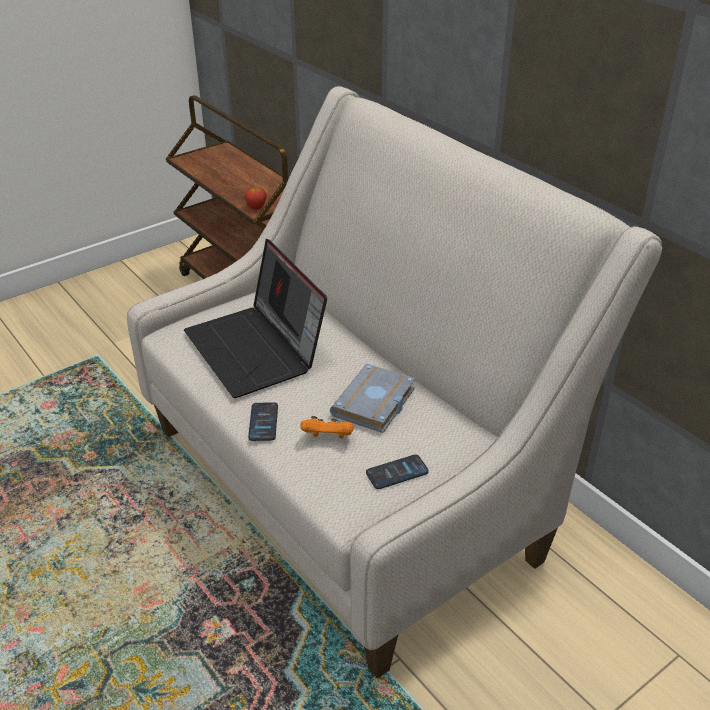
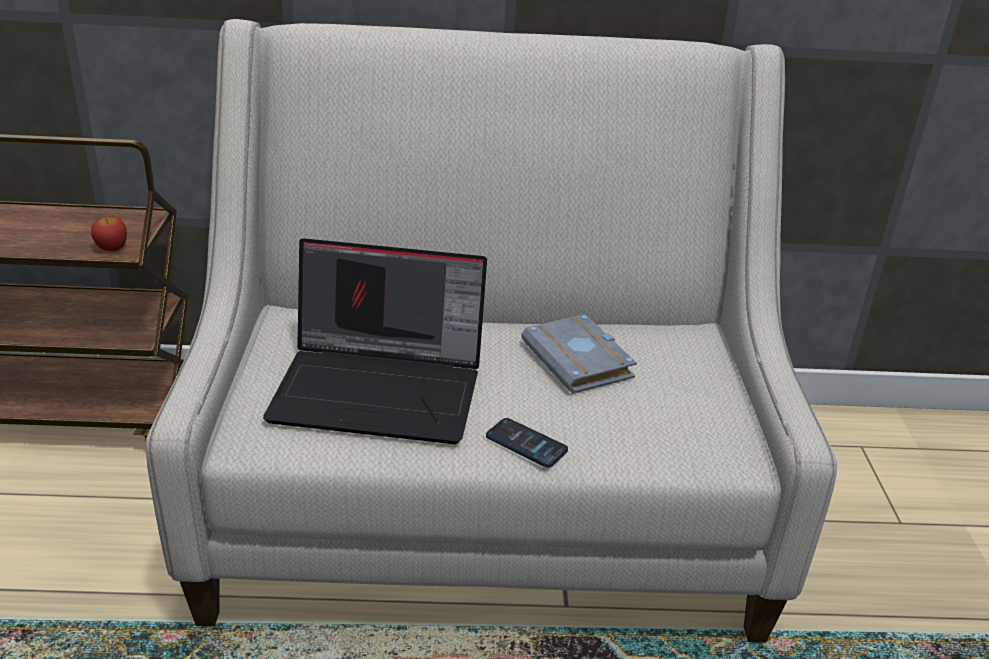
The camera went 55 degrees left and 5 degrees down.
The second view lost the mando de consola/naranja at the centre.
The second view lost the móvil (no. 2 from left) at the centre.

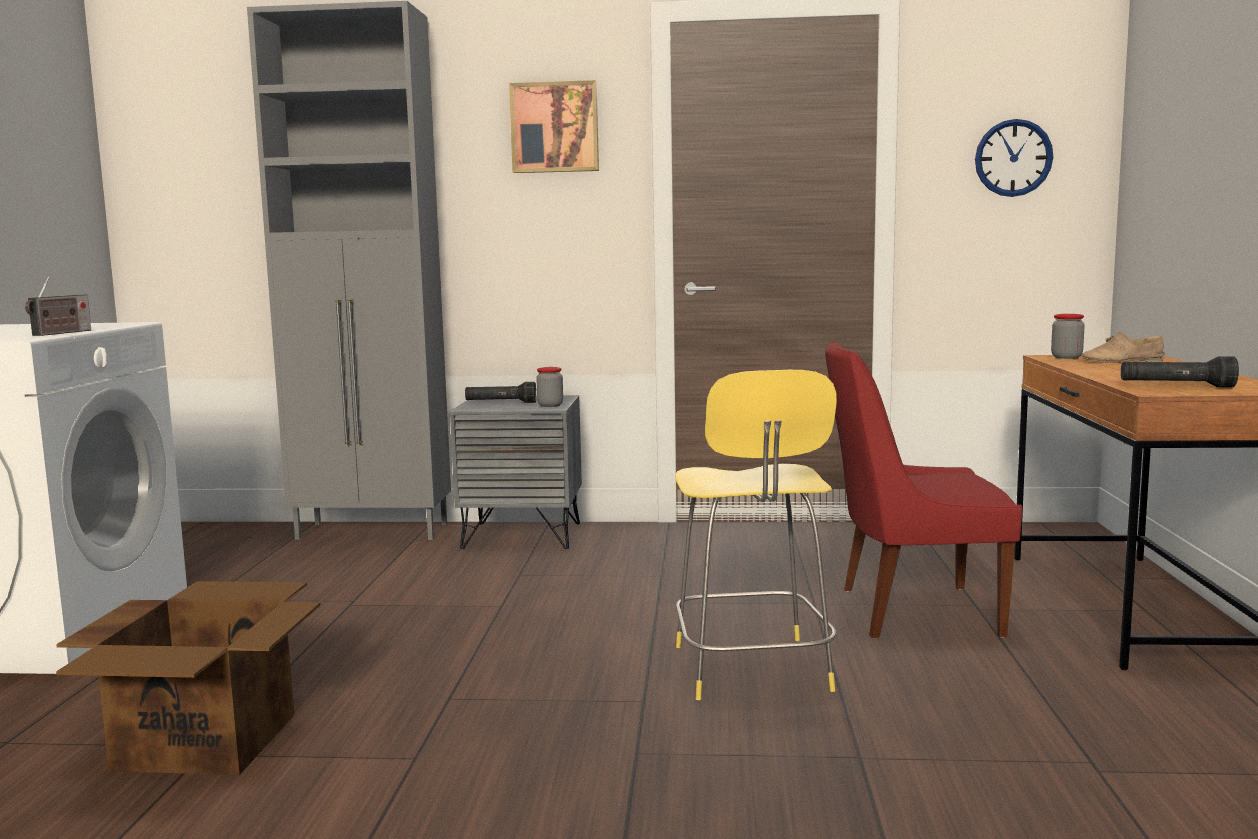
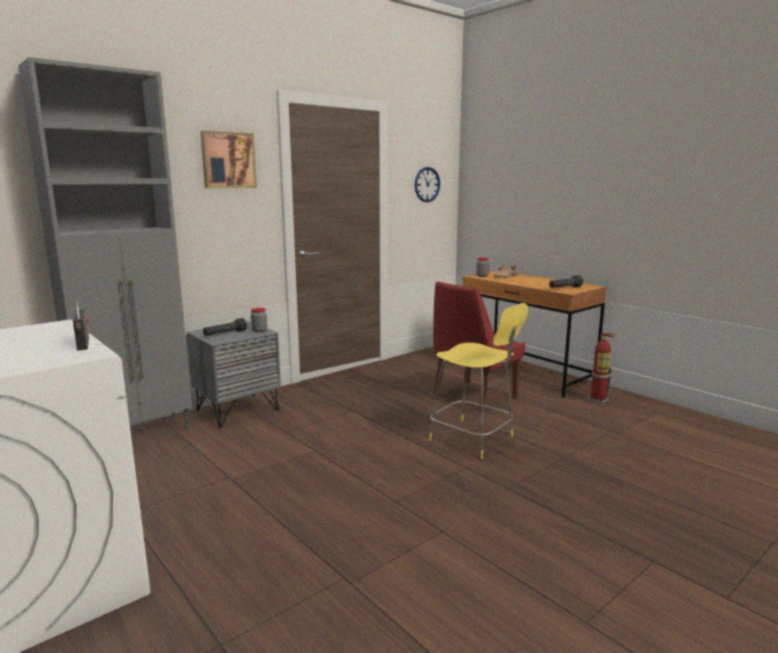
The camera went 45 degrees left and 5 degrees up.
The second view lost the caja de cartón at the bottom left.
The second view gained the extintor at the middle right.

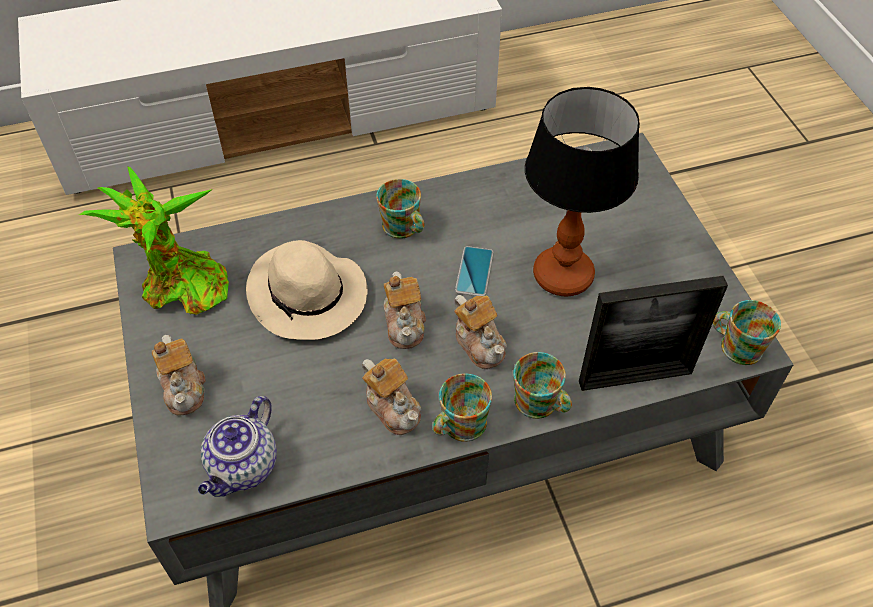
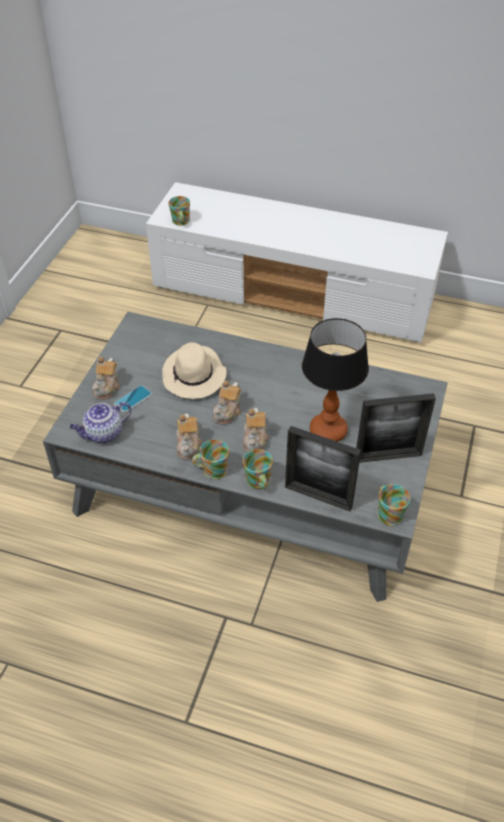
The camera went 35 degrees right and 5 degrees down.
The second view lost the planta en maceta at the middle left.
The taza grande (no. 1 from left) ended up elsewhere, having gone from the centre to the top centre.
The móvil ended up elsewhere, having gone from the centre to the middle left.
The second view gained the portarretratos (no. 2 from left) at the middle right.

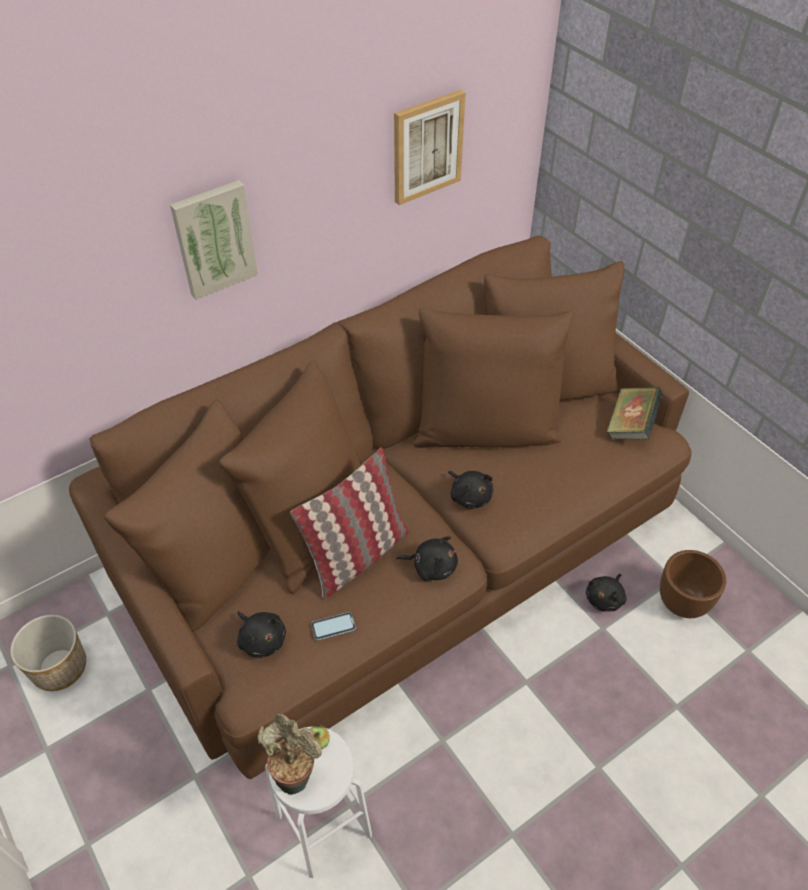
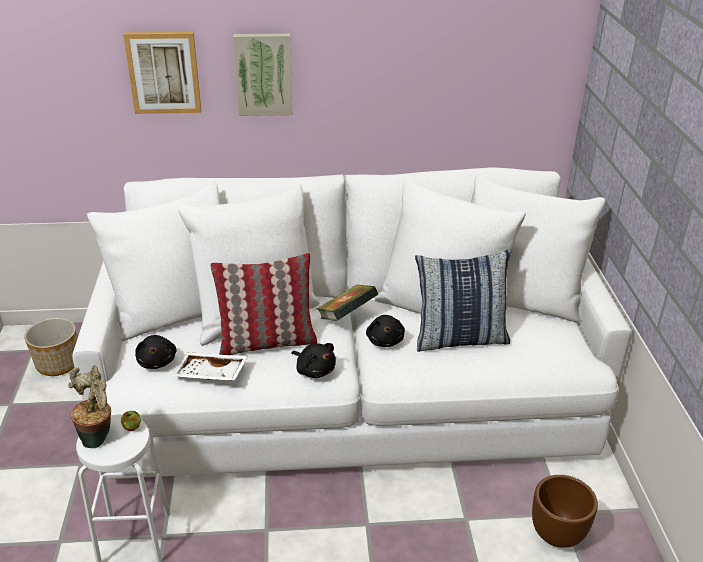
The camera went 30 degrees right and 15 degrees down.
The cuadro (no. 2 from left in the first image) ended up elsewhere, having gone from the top centre to the top left.
What was the sofá/marrón at the centre turned into the sofá/blanco at the centre.
The libro ended up elsewhere, having gone from the middle right to the centre.
The second view lost the peluche/negro (no. 4 from left) at the middle right.
Where the móvil stood at the bottom centre, the bandeja/blanco came to stand at the middle left.
The second view gained the cojín (no. 2 from left) at the centre.

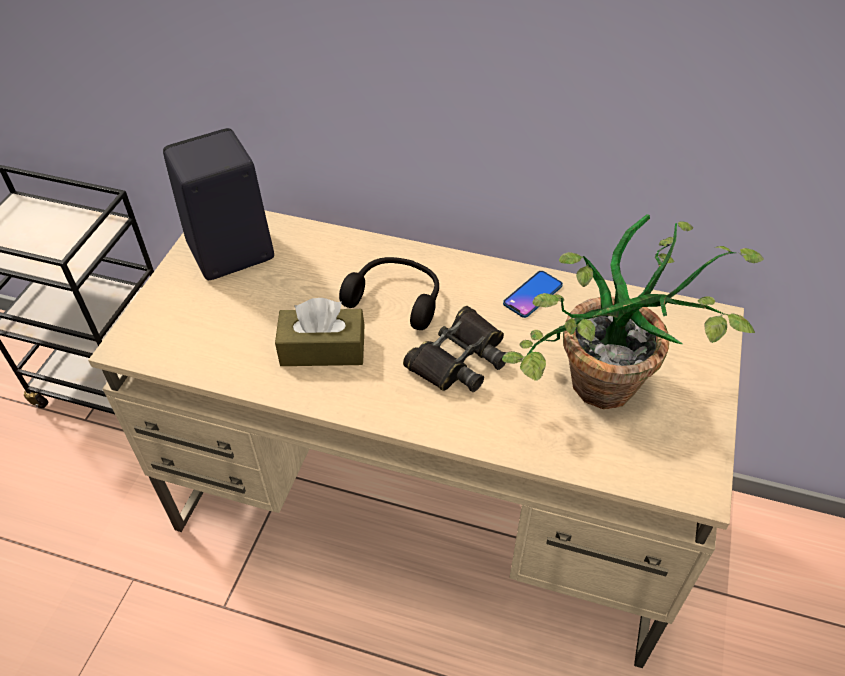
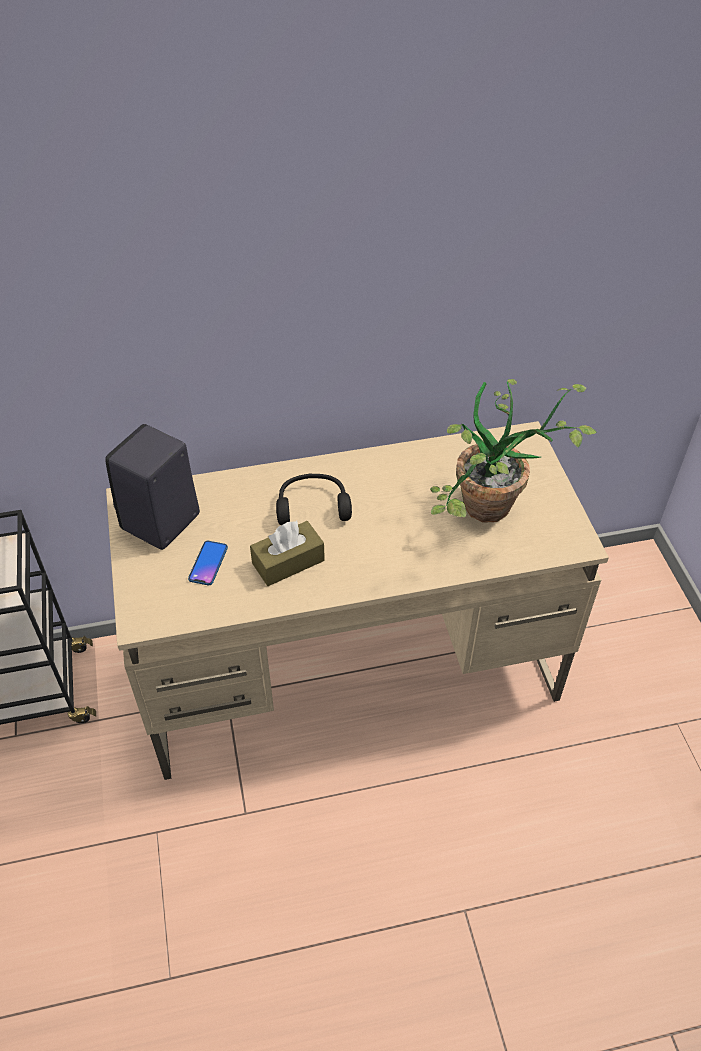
The camera went 30 degrees left and 0 degrees up.
The móvil ended up elsewhere, having gone from the centre to the middle left.
The second view lost the prismáticos/negro at the centre.

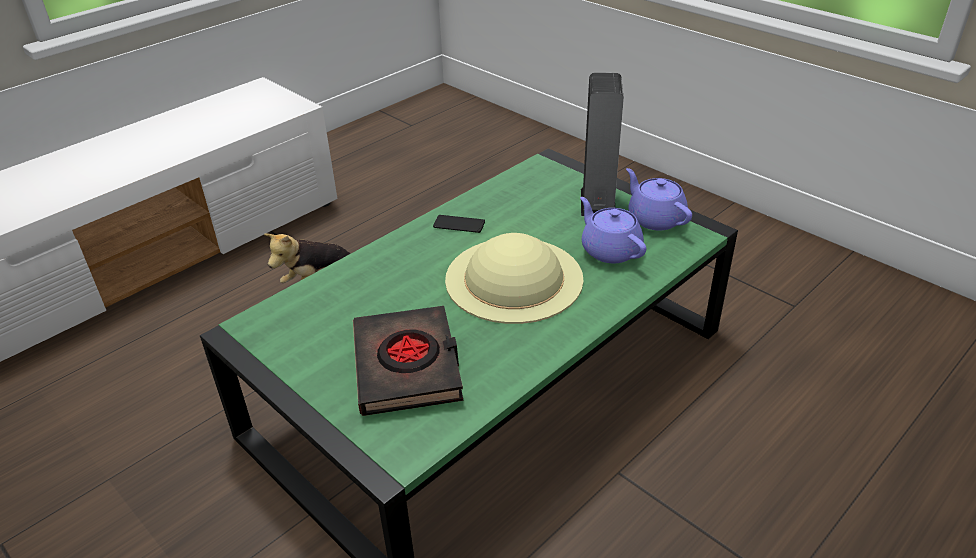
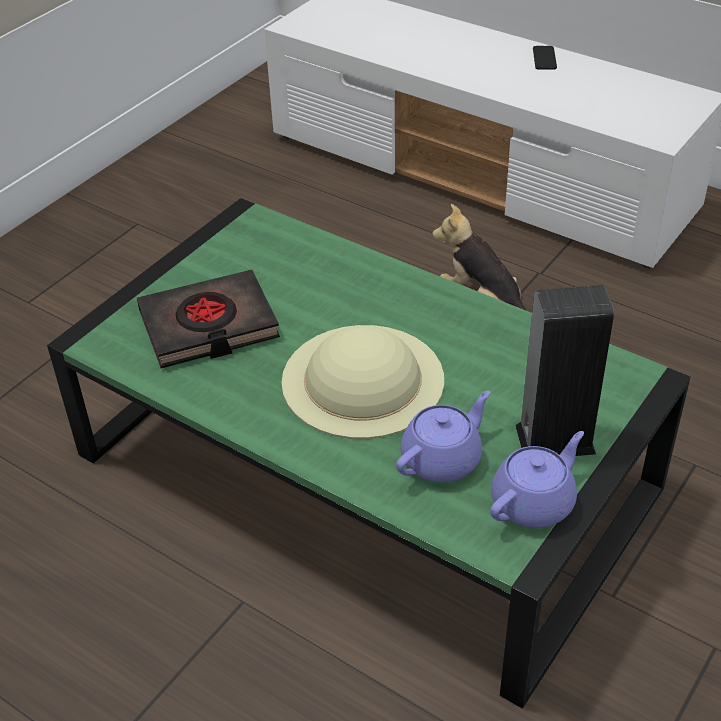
The camera went 80 degrees right and 5 degrees up.
The móvil ended up elsewhere, having gone from the centre to the top right.

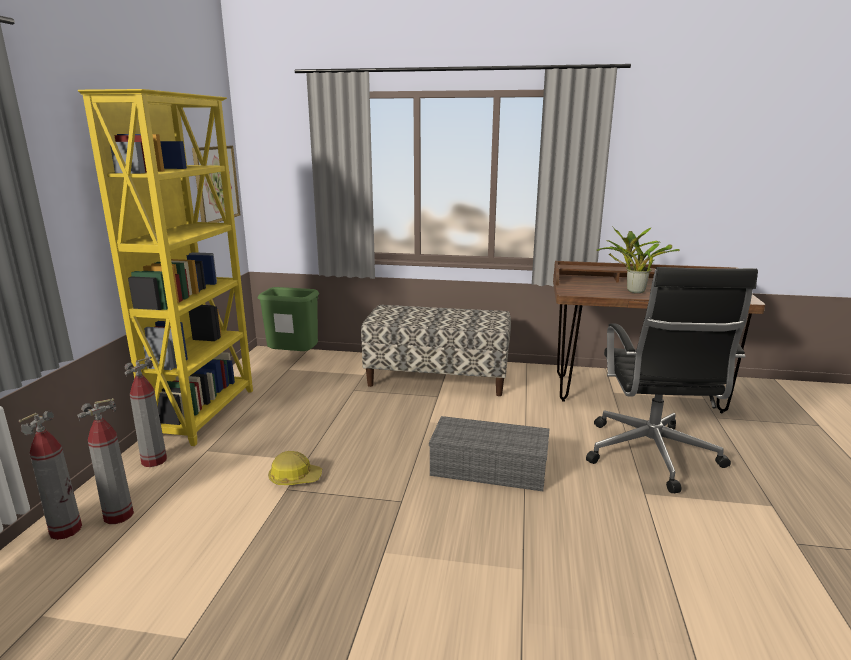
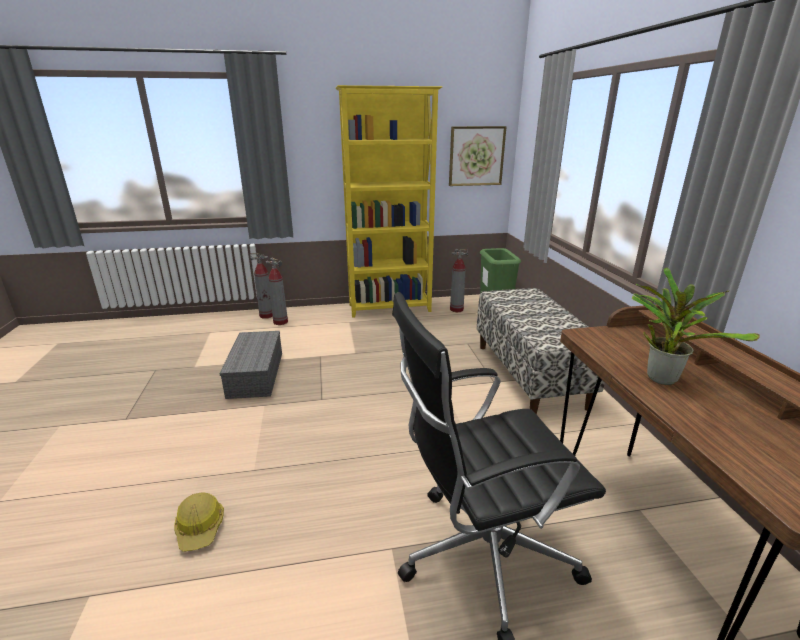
The camera went 70 degrees right and 5 degrees up.
The extintor (no. 3 from left) ended up elsewhere, having gone from the middle left to the centre.
The caja de almacenaje/gris ended up elsewhere, having gone from the bottom centre to the middle left.
The casco ended up elsewhere, having gone from the bottom centre to the bottom left.

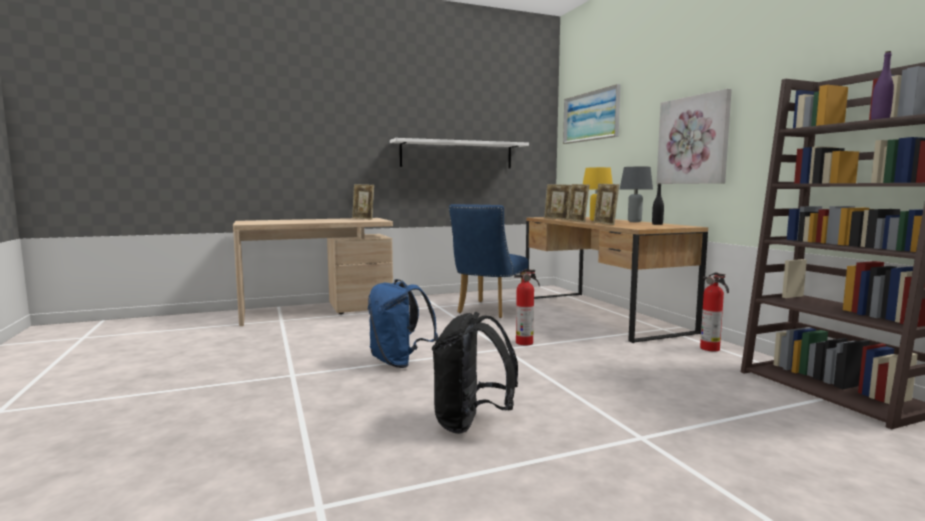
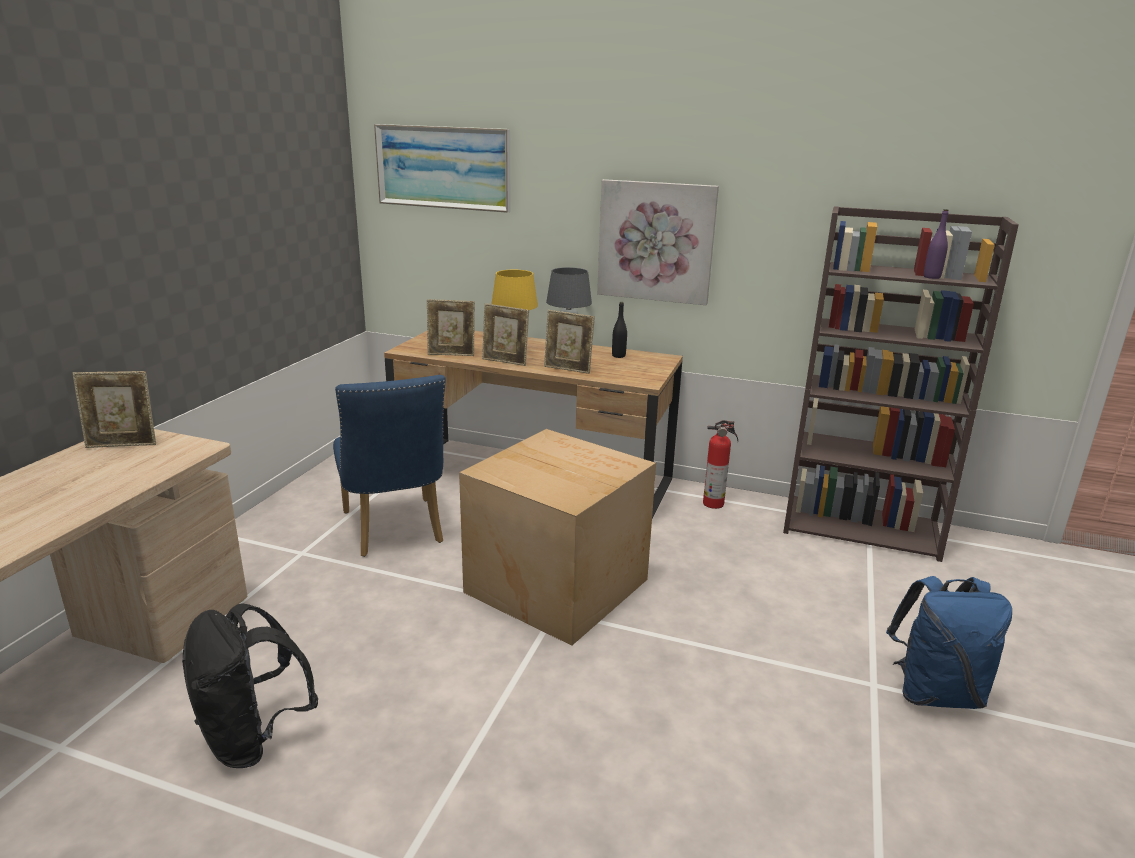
The camera went 50 degrees left and 15 degrees up.
The second view lost the estante/blanco at the top centre.
Where the extintor (no. 1 from left) stood at the centre, the caja de cartón came to stand at the centre.
The mochila/azul ended up elsewhere, having gone from the centre to the bottom right.
The mochila/negro ended up elsewhere, having gone from the bottom centre to the bottom left.

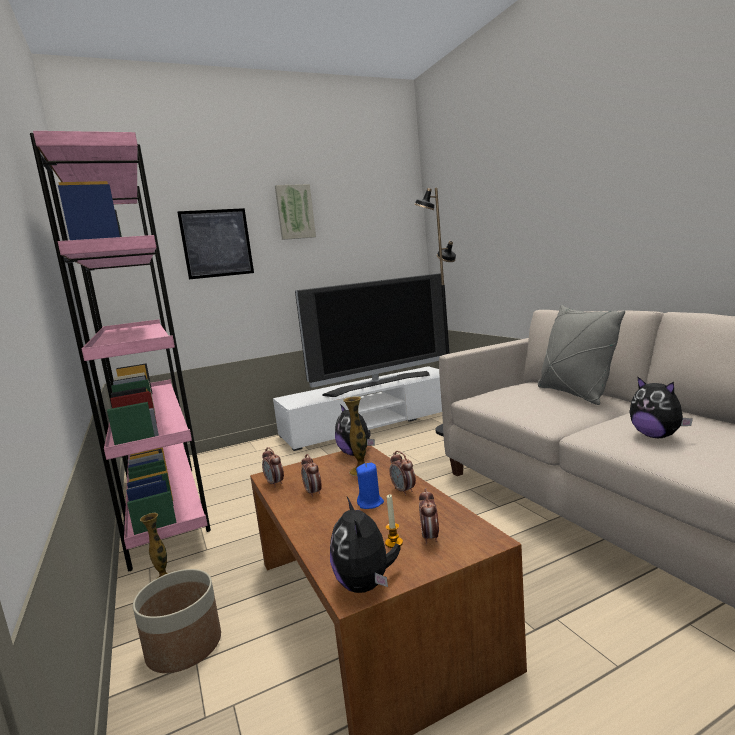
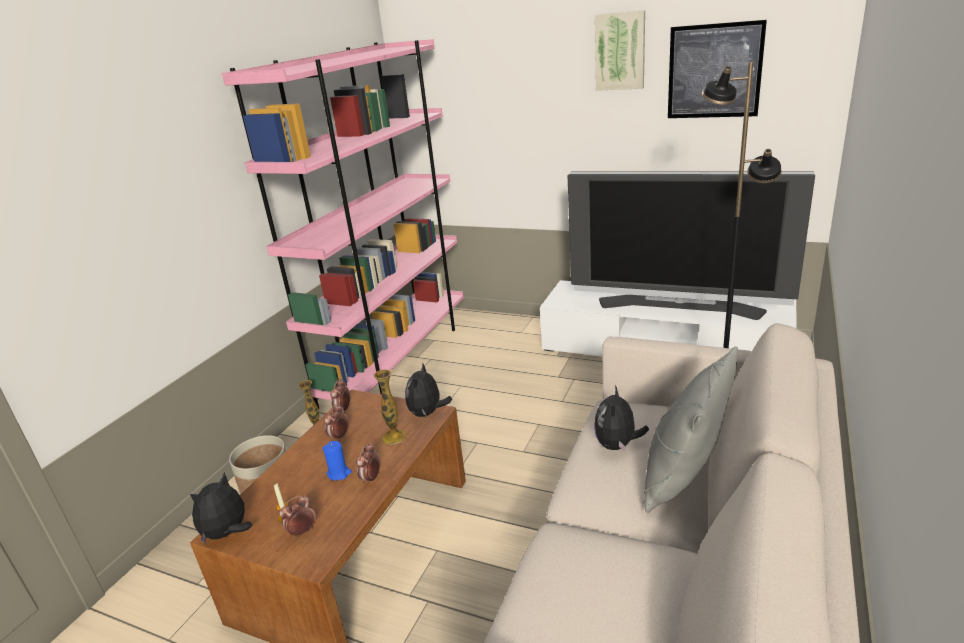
The camera went 50 degrees right and 15 degrees up.
The cuadro (no. 1 from left in the first image) ended up elsewhere, having gone from the top left to the top right.
The peluche (no. 3 from left) ended up elsewhere, having gone from the middle right to the centre.

